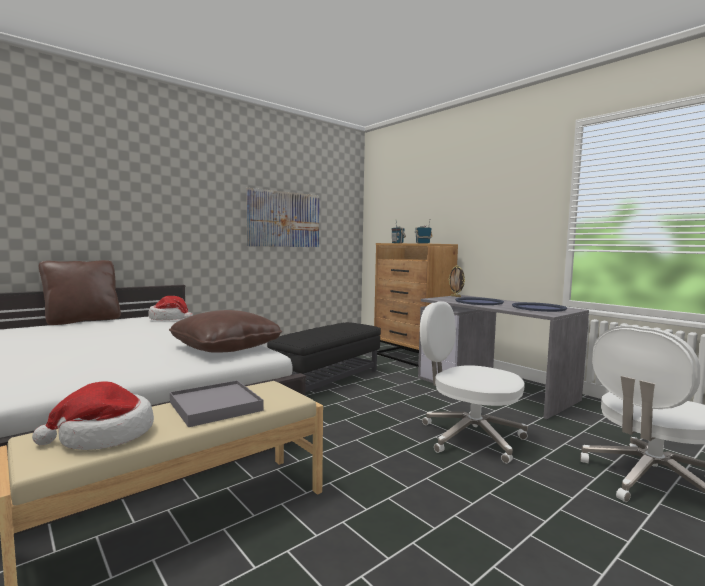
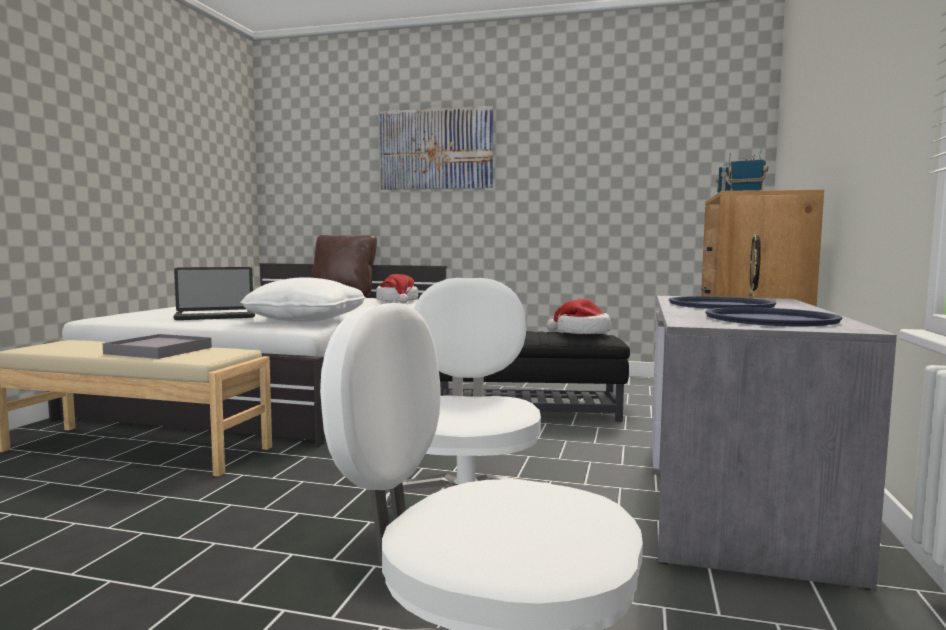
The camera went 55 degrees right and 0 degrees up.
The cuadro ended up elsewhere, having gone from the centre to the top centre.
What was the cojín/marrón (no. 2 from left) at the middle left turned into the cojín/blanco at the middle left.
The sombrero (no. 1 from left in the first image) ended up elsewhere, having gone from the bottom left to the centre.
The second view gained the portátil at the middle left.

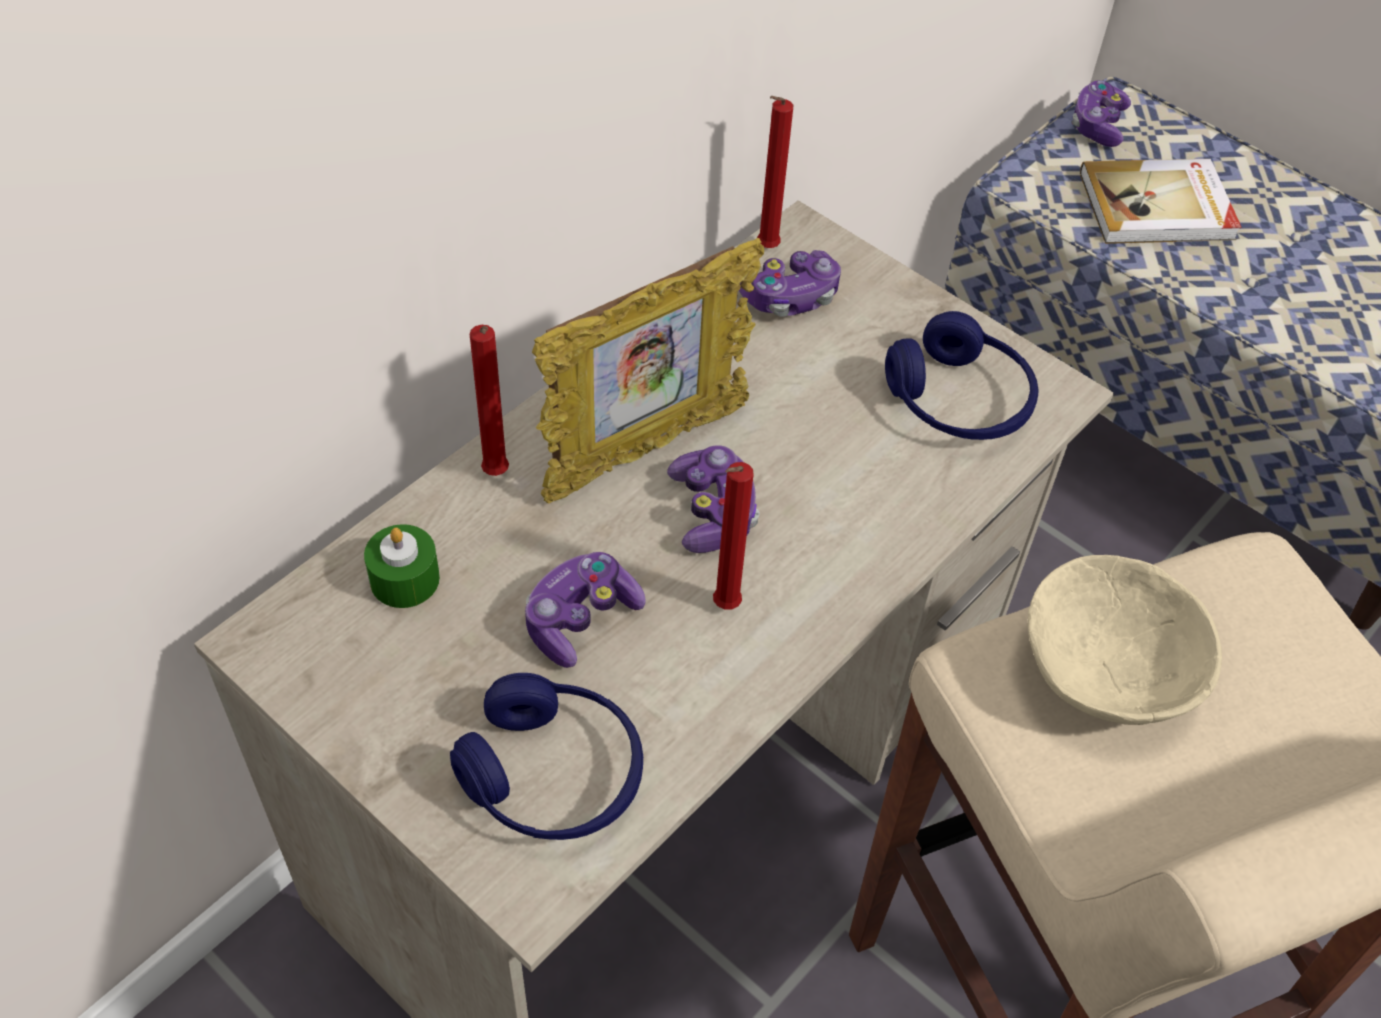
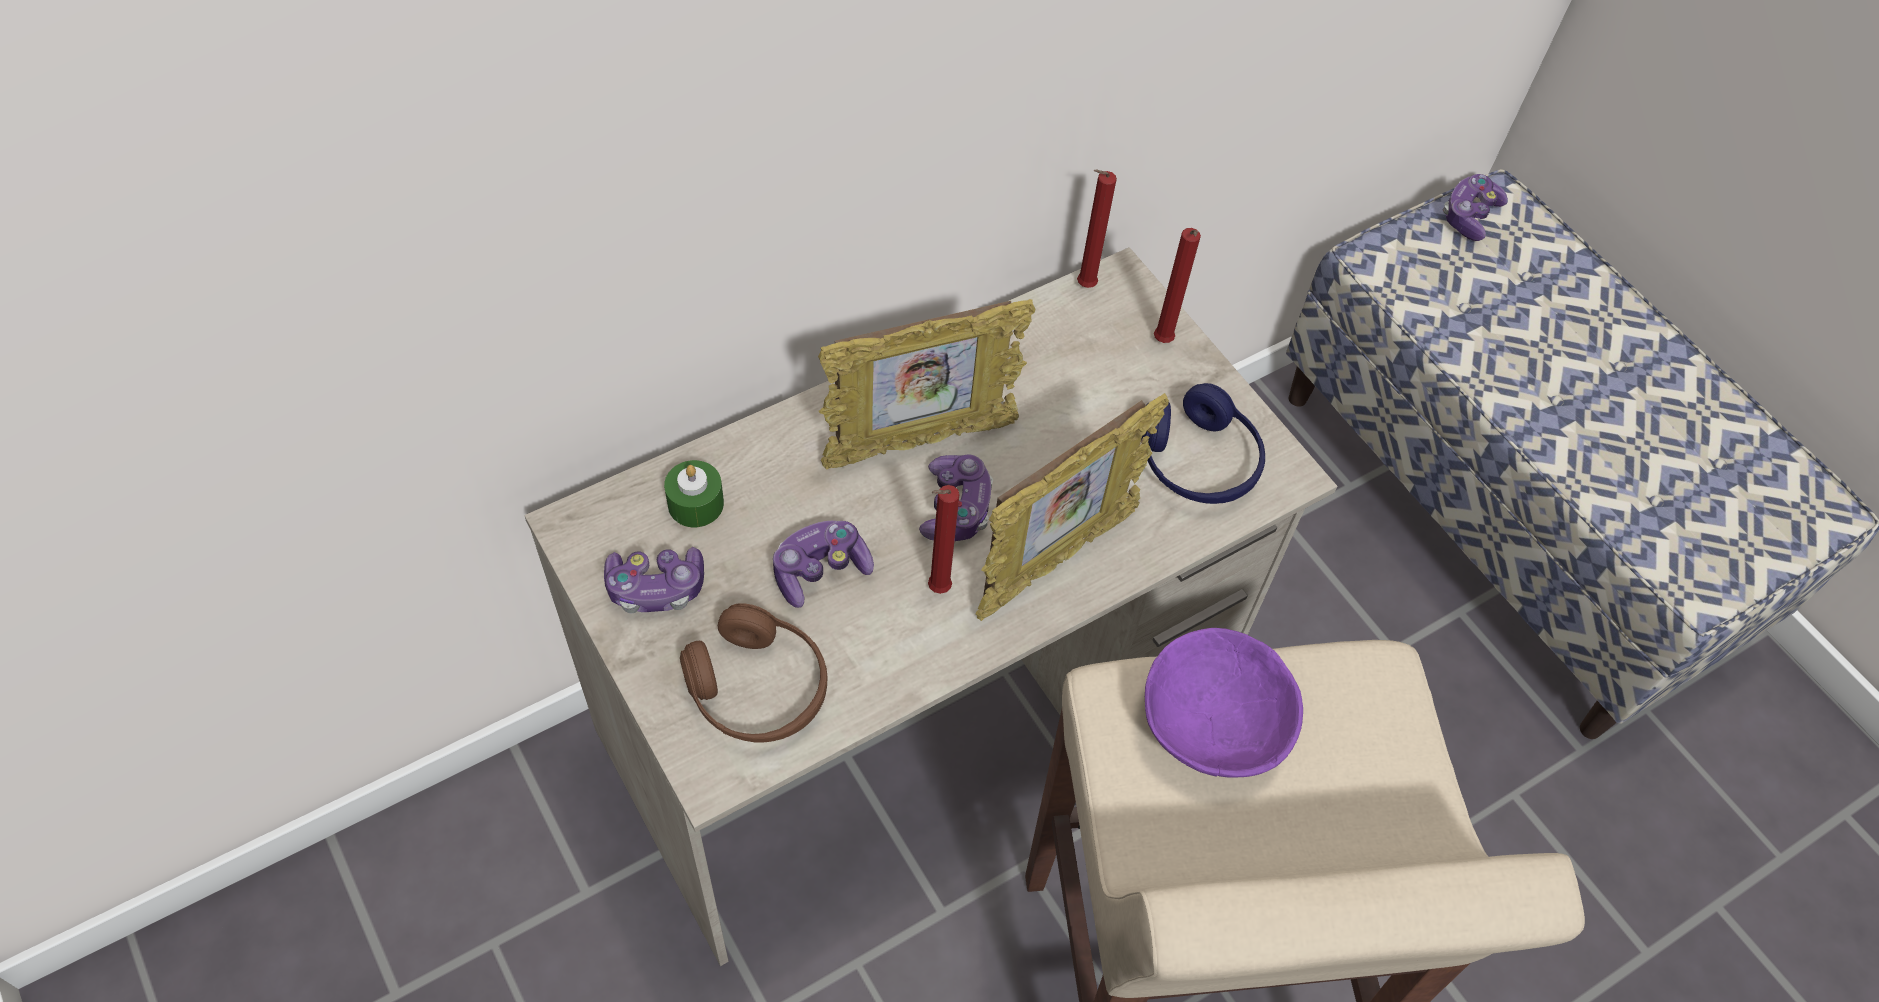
The camera went 15 degrees right and 5 degrees up.
The second view lost the libro at the top right.
The mando de consola (no. 3 from left in the first image) ended up elsewhere, having gone from the top centre to the centre.
The vela/rojo (no. 1 from left in the first image) ended up elsewhere, having gone from the centre to the top centre.
What was the cuenco/beis at the middle right turned into the cuenco/morado at the bottom centre.
What was the auriculares/azul (no. 1 from left) at the bottom centre turned into the auriculares/marrón at the bottom centre.
The second view gained the portarretratos (no. 2 from left) at the centre.

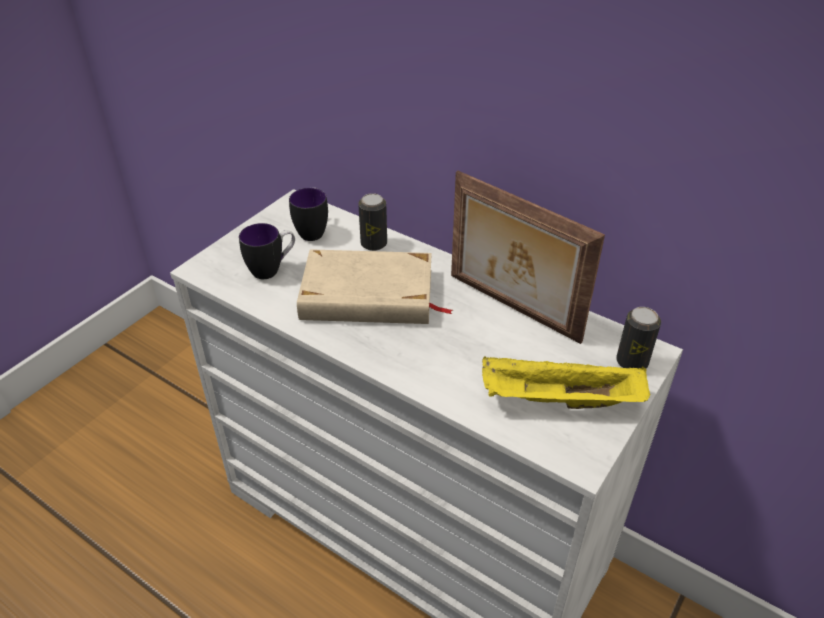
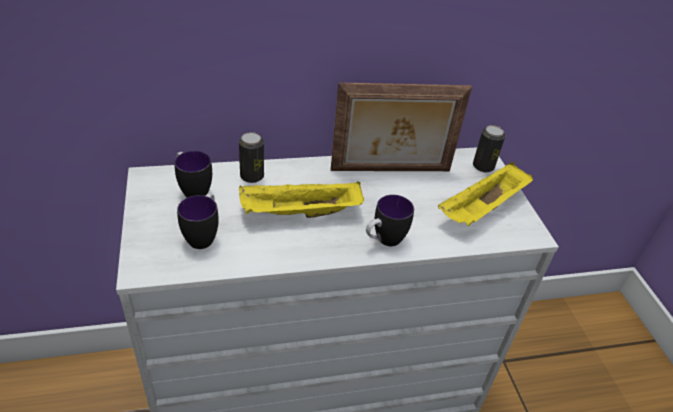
The camera went 50 degrees left and 0 degrees up.
Where the libro/beis stood at the centre, the bandeja/amarillo (no. 1 from left) came to stand at the centre.
The second view gained the taza grande (no. 3 from left) at the centre.

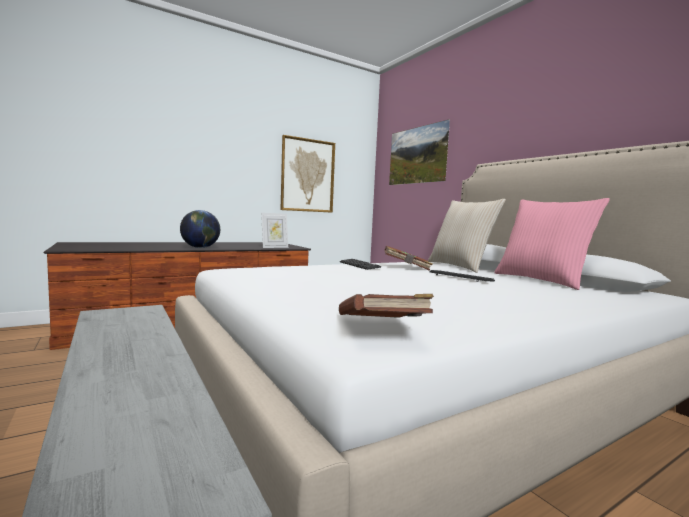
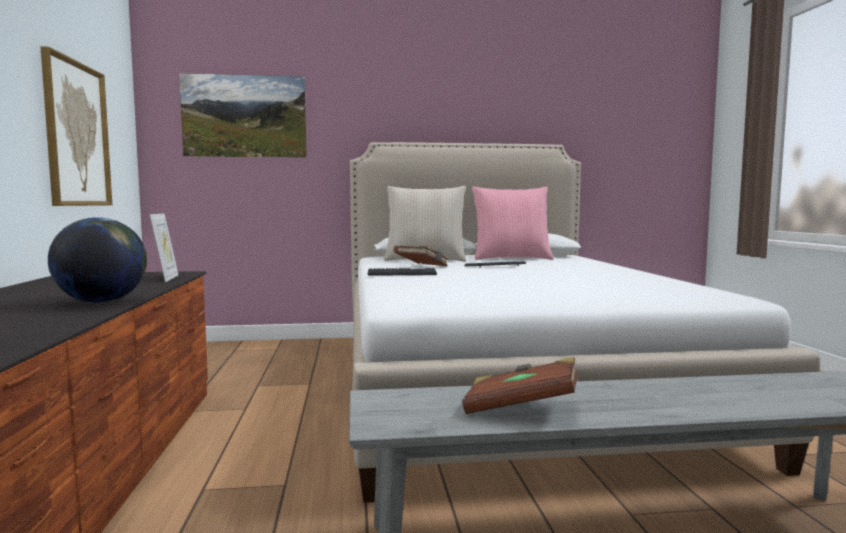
The camera went 65 degrees left and 0 degrees up.
The libro/marrón (no. 1 from left in the first image) ended up elsewhere, having gone from the centre to the bottom centre.

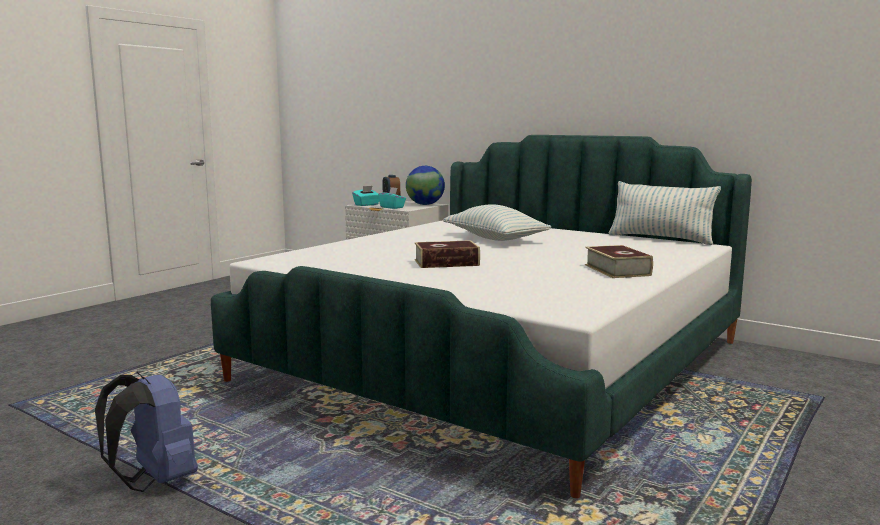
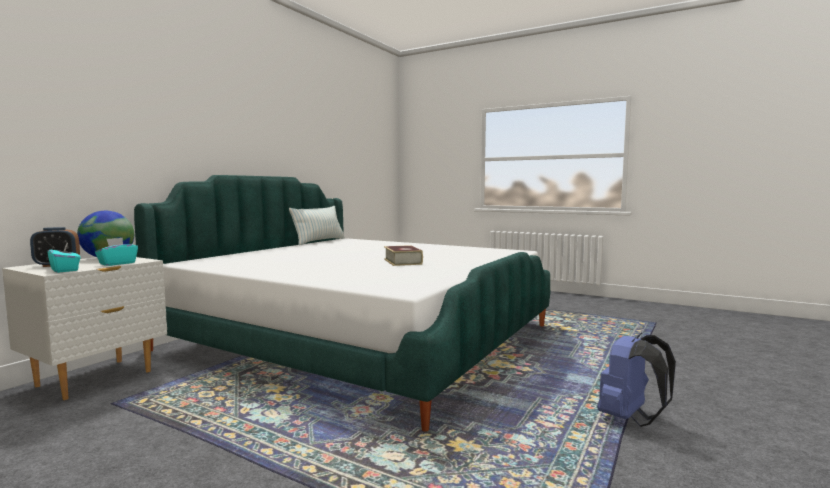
The camera went 95 degrees left and 5 degrees down.
The second view lost the cojín (no. 1 from left) at the centre.
The second view lost the libro (no. 2 from left) at the middle right.

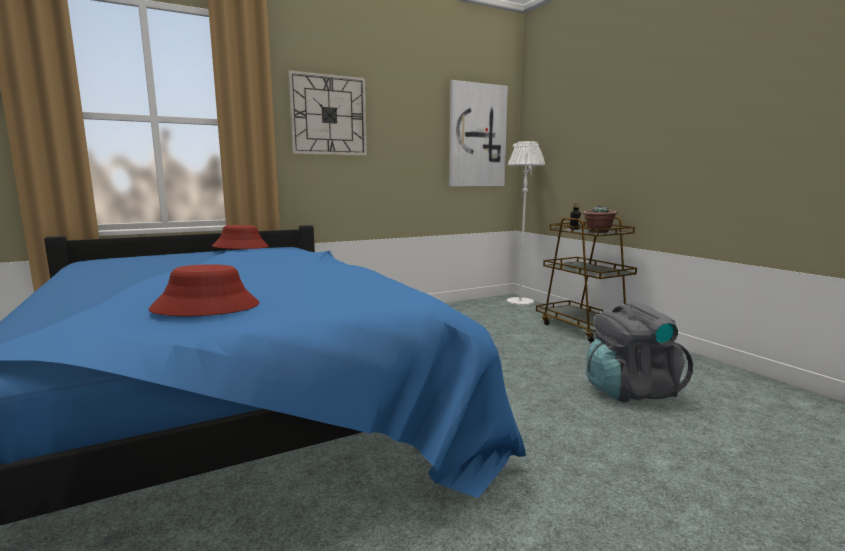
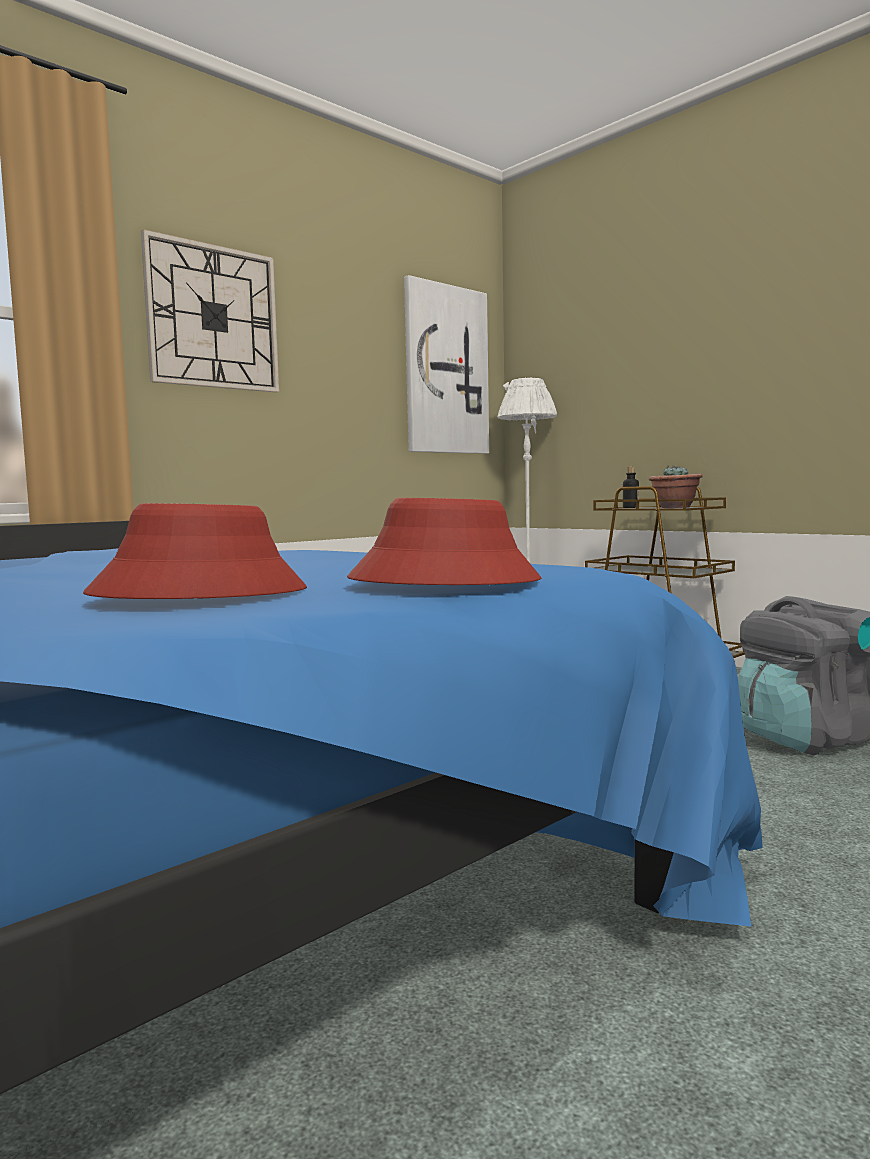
The camera went 15 degrees left and 5 degrees down.
The sombrero/rojo (no. 2 from left) ended up elsewhere, having gone from the middle left to the centre.

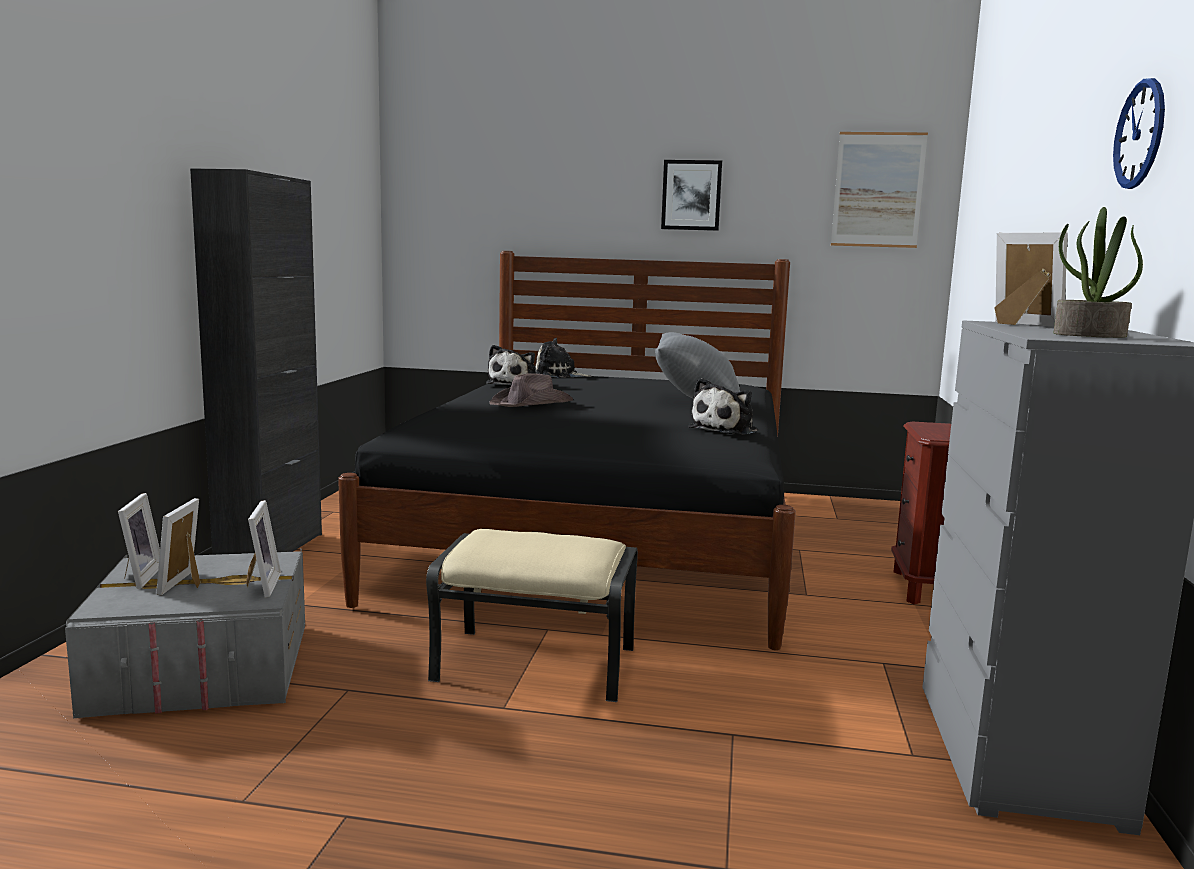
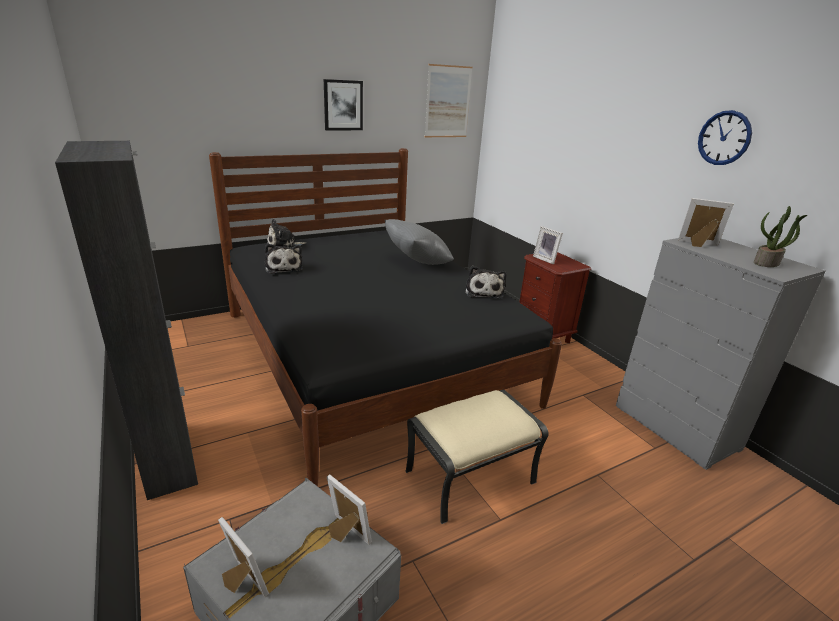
The camera went 40 degrees left and 15 degrees up.
The second view lost the sombrero/marrón at the centre.
The portarretratos (no. 2 from left in the first image) ended up elsewhere, having gone from the middle left to the centre.

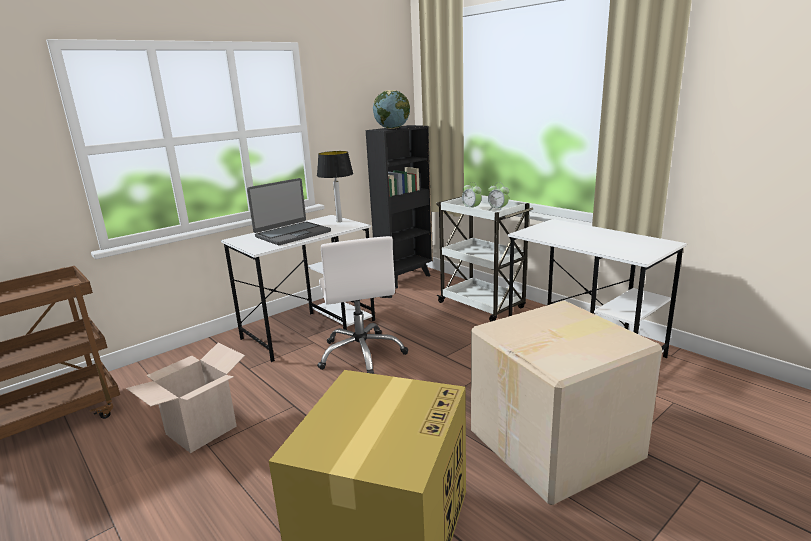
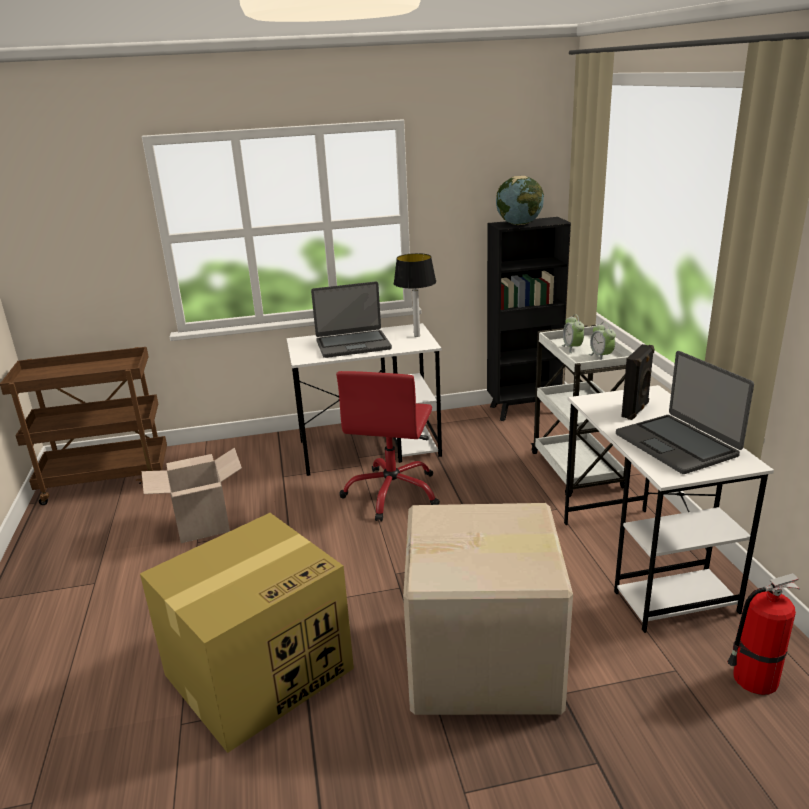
The camera went 30 degrees right and 5 degrees up.
What was the silla de oficina/blanco at the centre turned into the silla de oficina/rojo at the centre.
The second view gained the altavoz/negro at the middle right.
The second view gained the portátil (no. 2 from left) at the middle right.
The second view gained the extintor at the bottom right.

